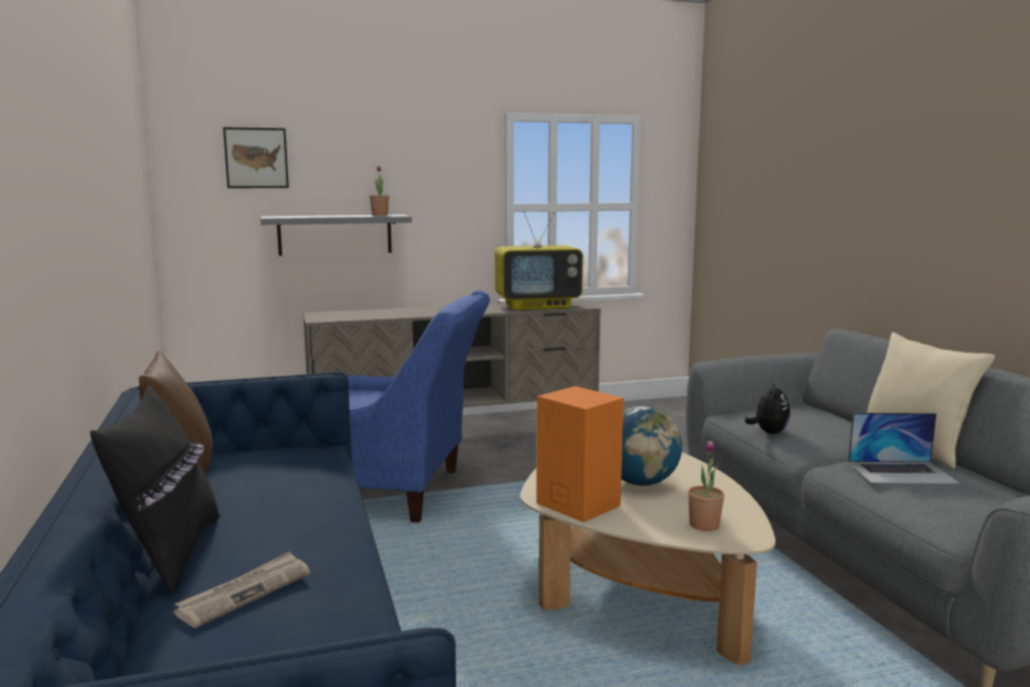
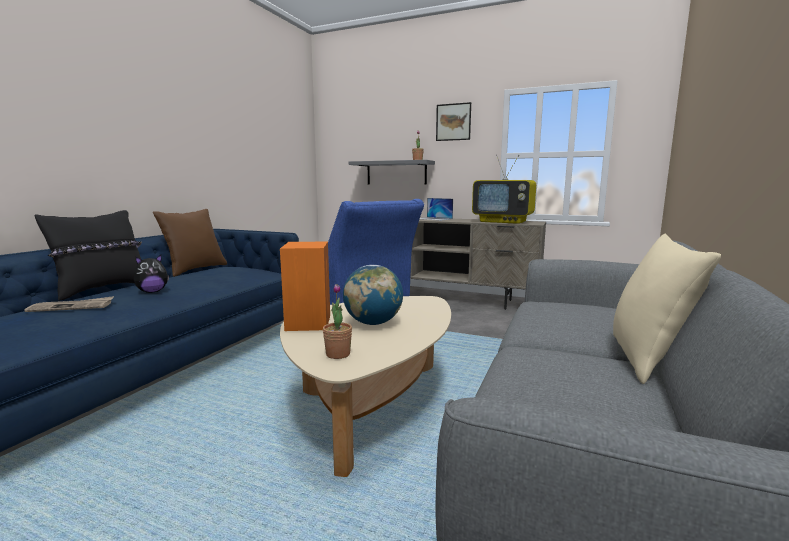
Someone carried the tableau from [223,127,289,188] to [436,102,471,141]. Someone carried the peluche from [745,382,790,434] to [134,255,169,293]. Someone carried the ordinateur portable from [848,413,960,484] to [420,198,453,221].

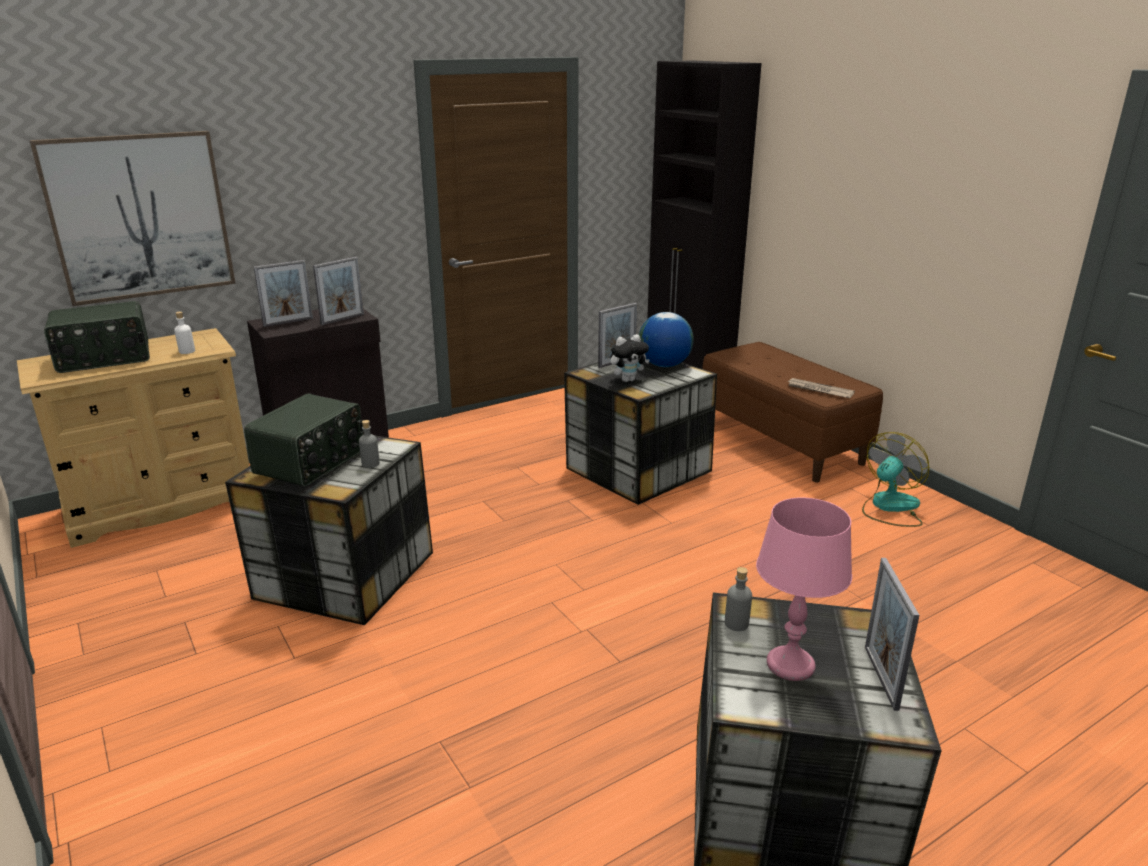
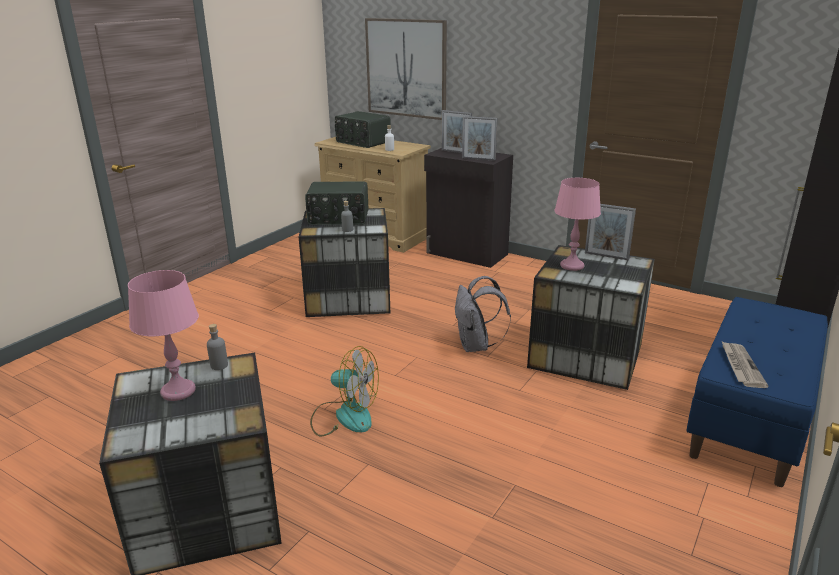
Someone swapped the peluche at [610,334,650,382] for the lampe de table (rose) at [554,178,601,271]. Someone took away the globe at [639,312,694,367]. Someone repainted the banc (marron) at [702,342,883,482], which became the banc (bleu) at [686,297,828,487]. Someone carried the ventilateur from [862,432,929,527] to [310,346,379,436]. Someone took away the cadre photo at [865,558,919,711]. Someone put down the sac à dos (gris) at [455,276,511,352].

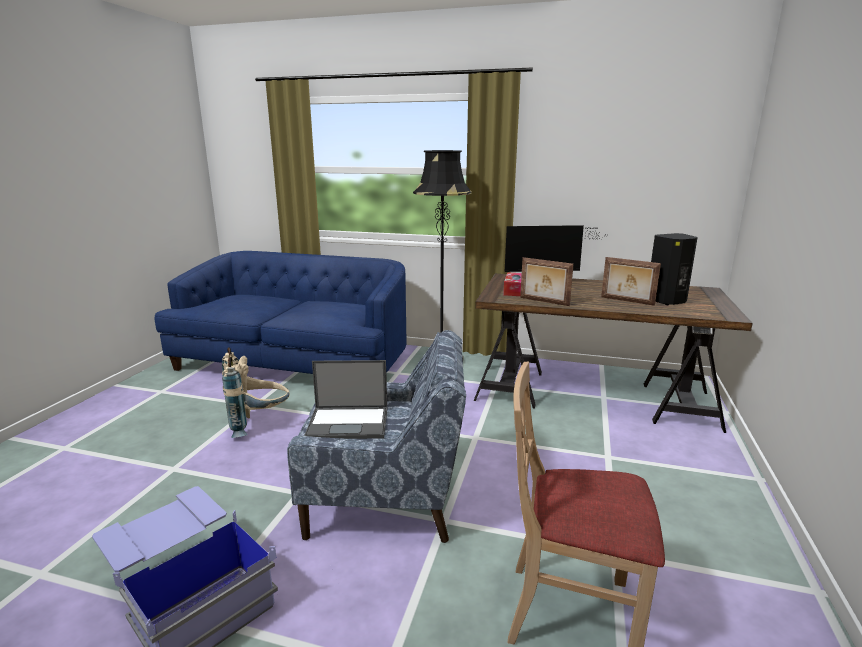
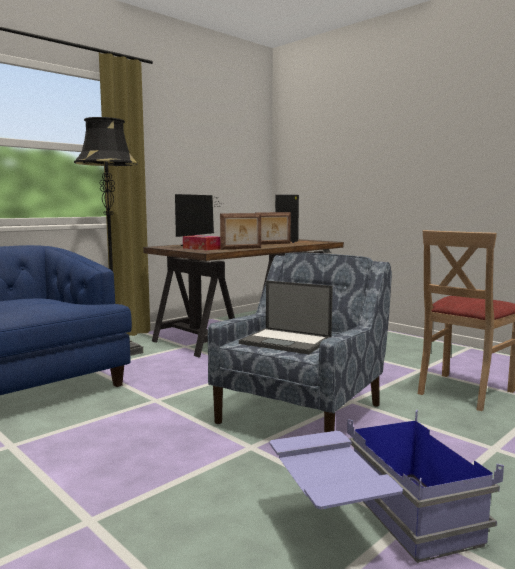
Someone took away the sac à dos (beige) at [222,347,290,438]. Someone rotated the ordinateur portable at [304,360,387,439] by 90 degrees clockwise.

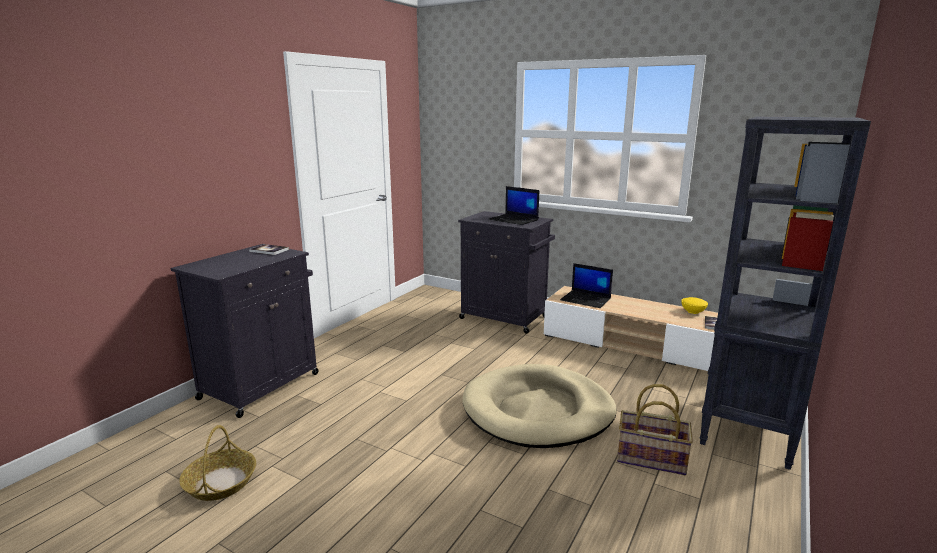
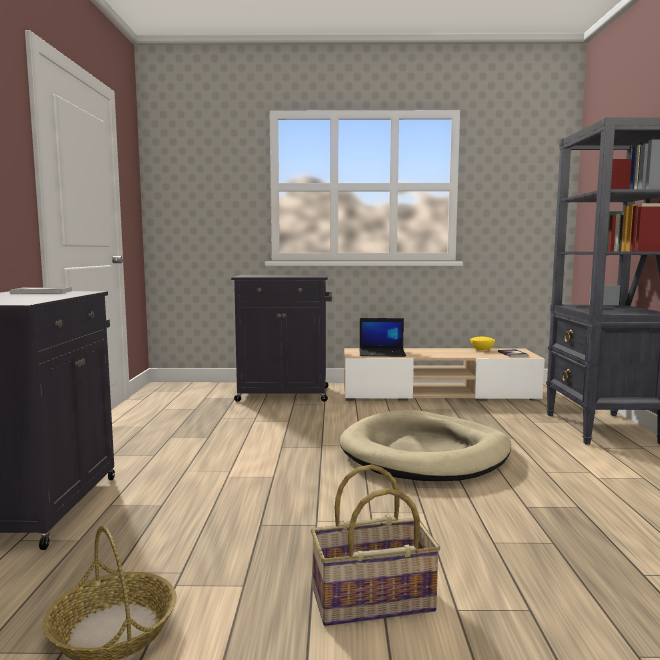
Someone took away the ordinateur portable at [489,186,539,225]. Someone carried the panier from [617,384,693,475] to [311,464,440,626].

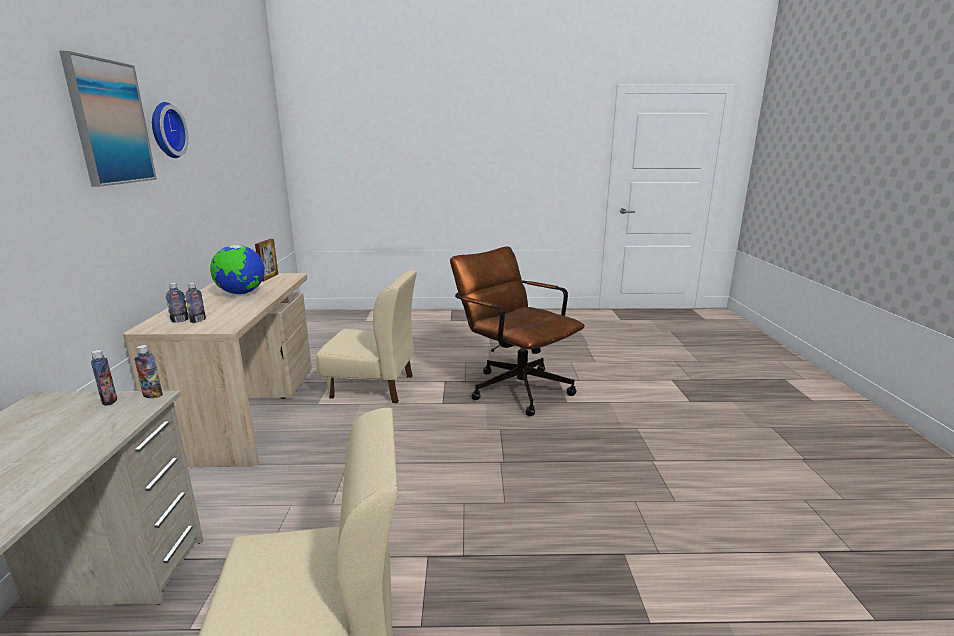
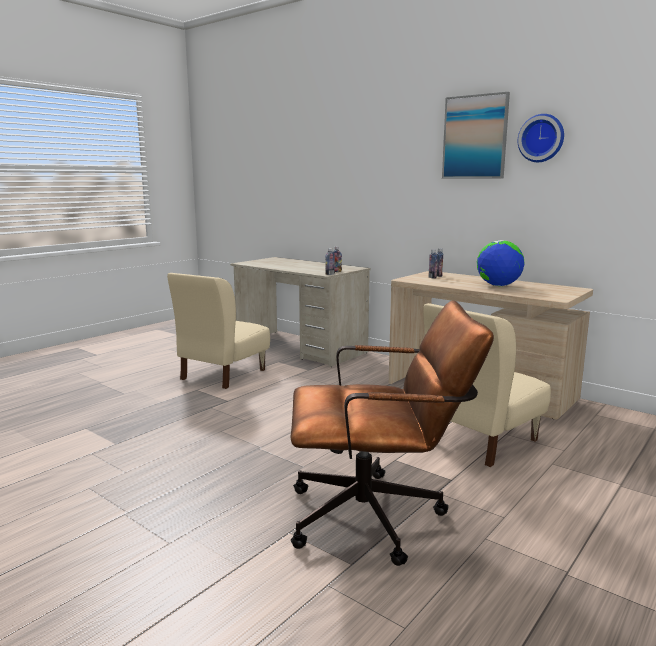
Someone took away the cadre photo at [255,239,278,282].

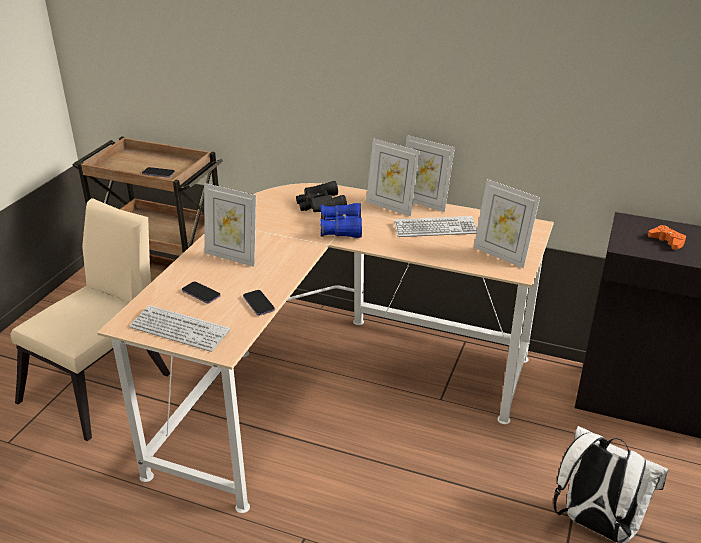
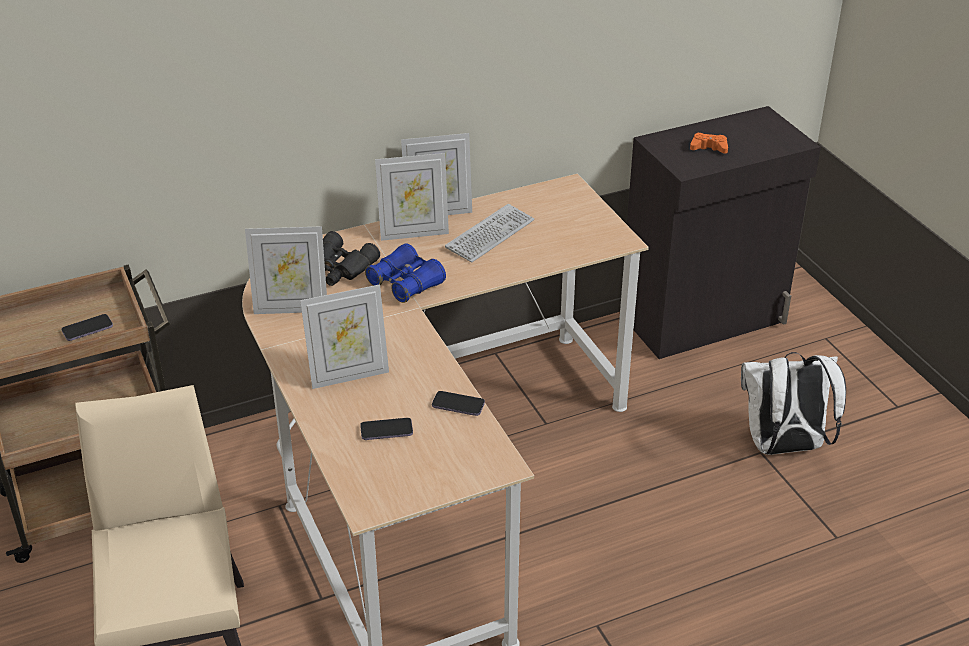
Someone took away the clavier at [129,305,230,352]. Someone carried the cadre photo from [474,179,540,268] to [245,226,327,314].

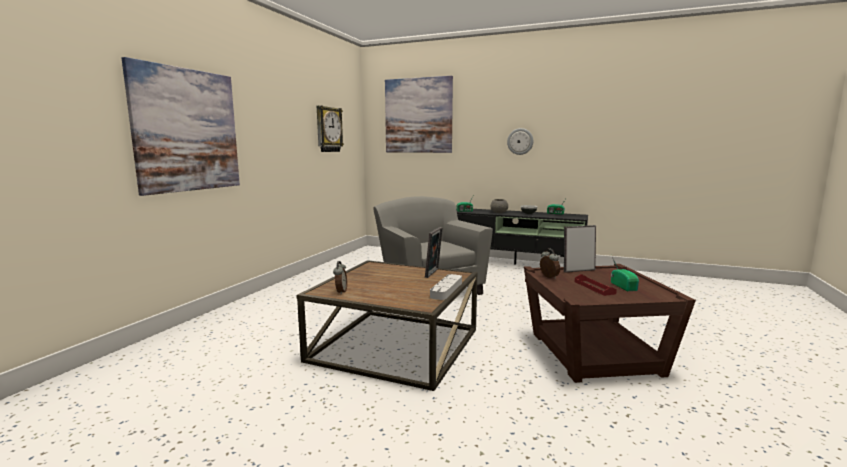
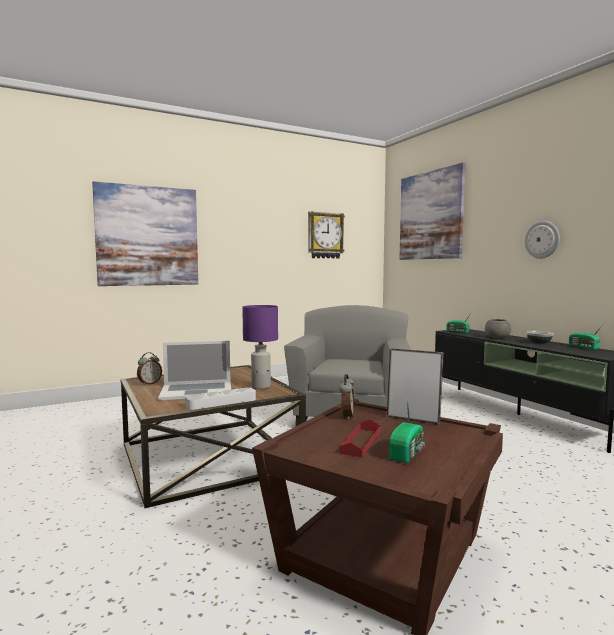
Someone swapped the cadre photo at [425,227,443,278] for the lampe de table (violet) at [242,305,278,389]. Someone put down the ordinateur portable at [158,341,231,400].

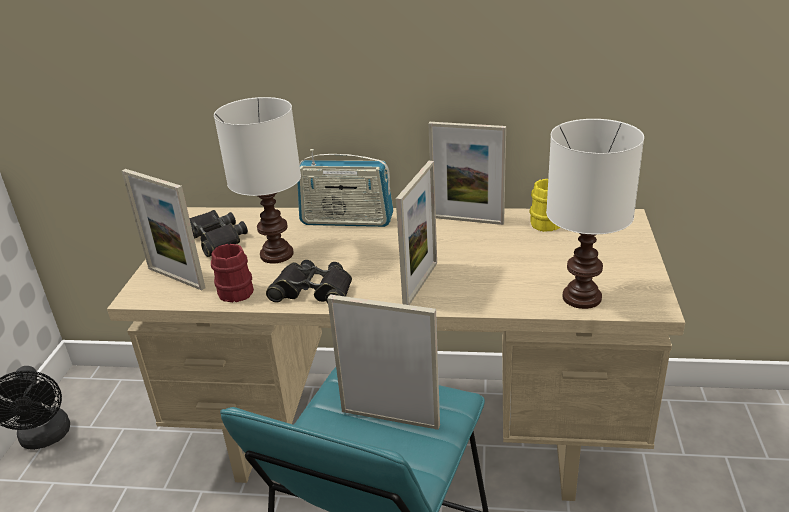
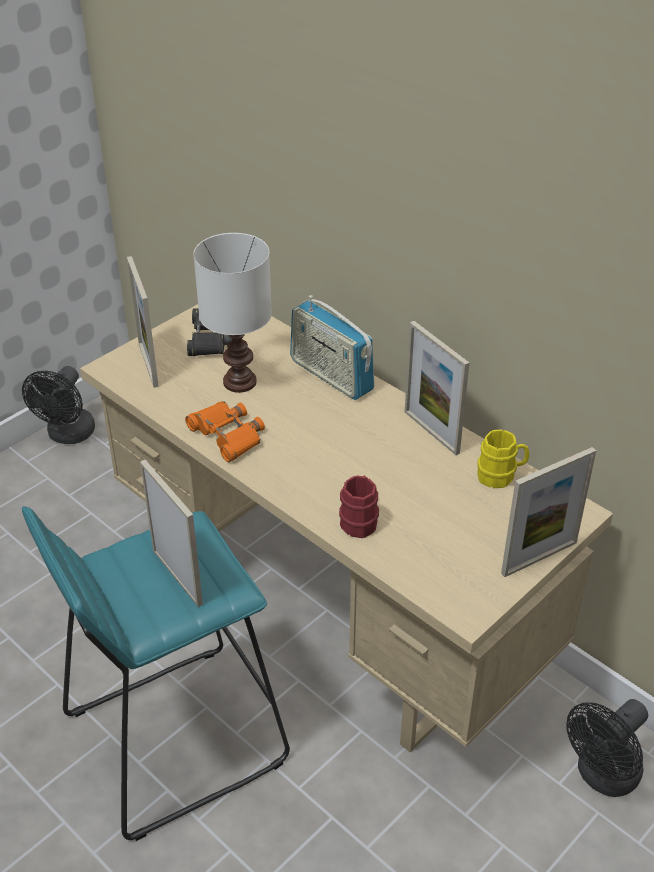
Someone carried the mug (rouge) from [211,244,254,302] to [339,475,379,538]. Someone repainted the jumelles (noir) at [266,260,352,304], which became the jumelles (orange) at [185,401,265,462]. Someone carried the cadre photo from [396,161,437,305] to [501,447,596,577]. Someone took away the lampe de table (blanc) at [546,119,644,309]. Someone put down the ventilateur (noir) at [566,699,648,797].

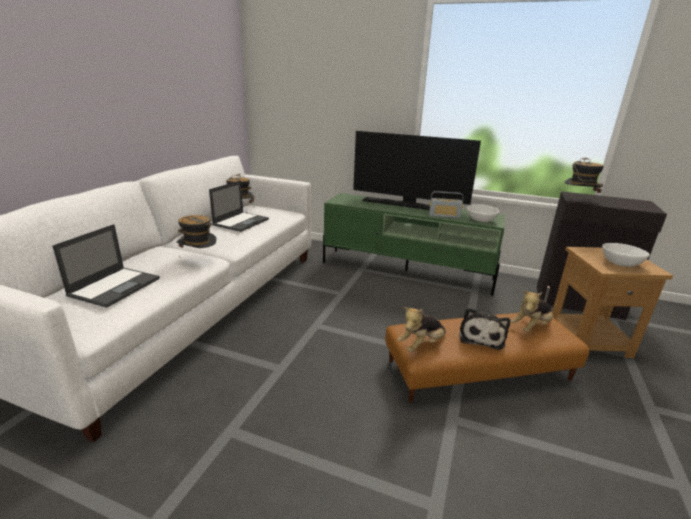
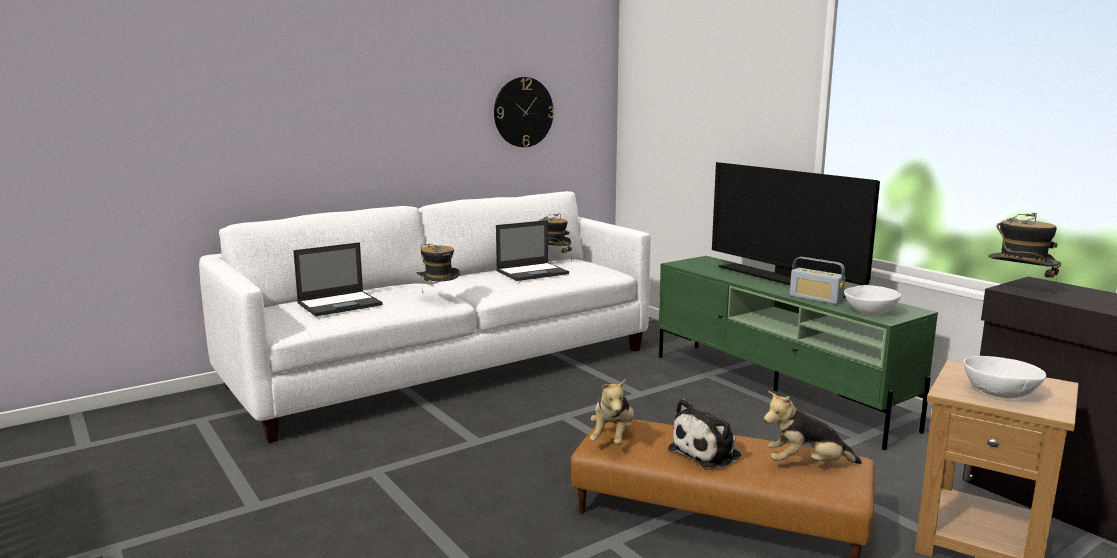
Someone rotated the peluche at [397,307,446,352] by 75 degrees counterclockwise. Someone put up the horloge murale at [494,77,554,147].

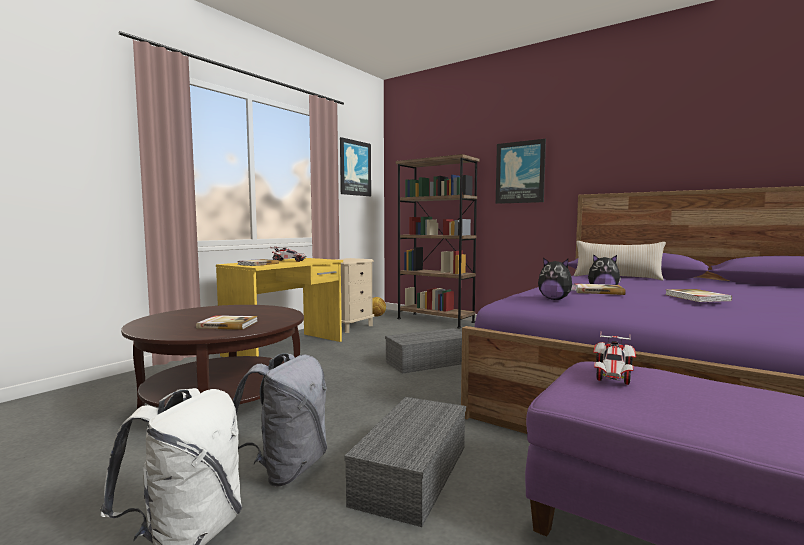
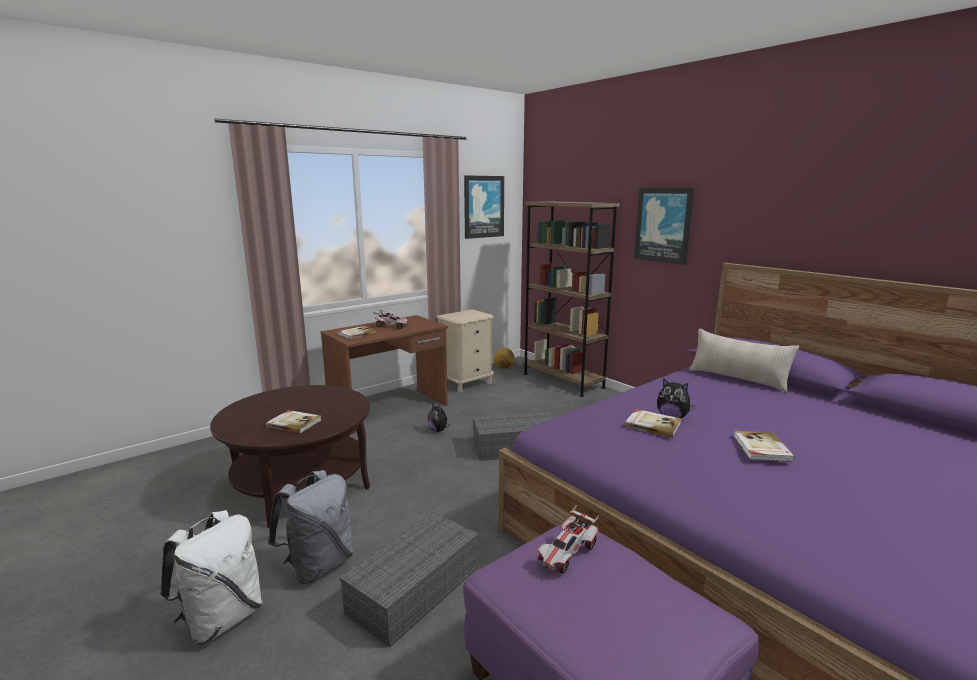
Someone repainted the bureau (jaune) at [216,258,343,357], which became the bureau (marron) at [320,315,448,434]. Someone carried the peluche from [538,258,578,300] to [428,403,450,432].

